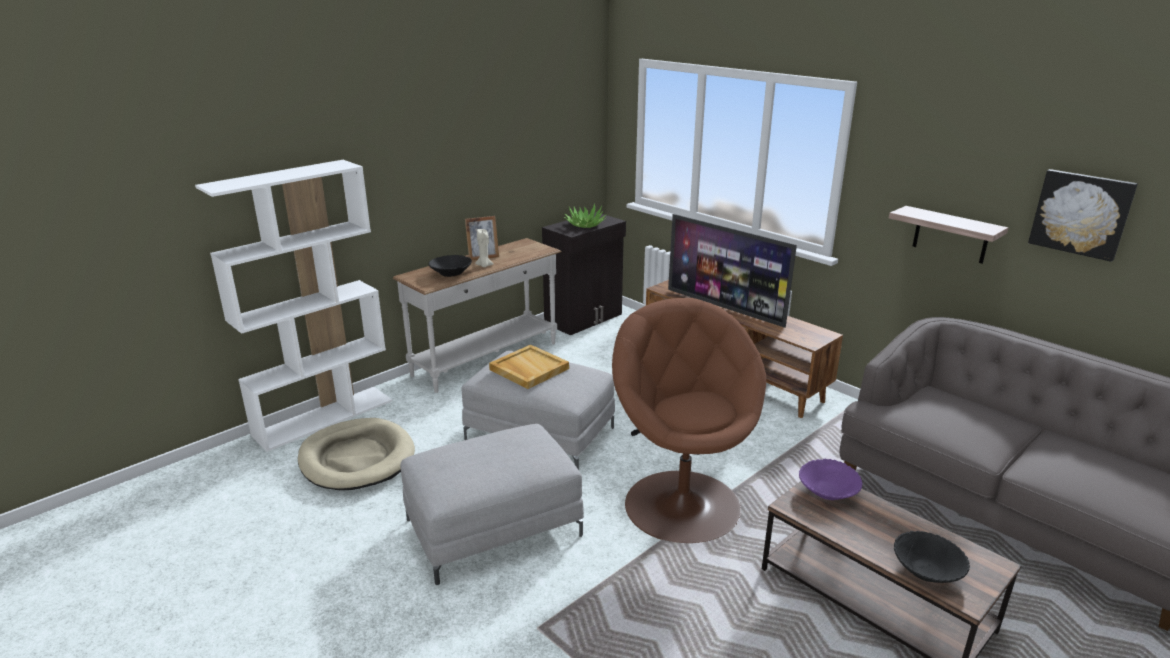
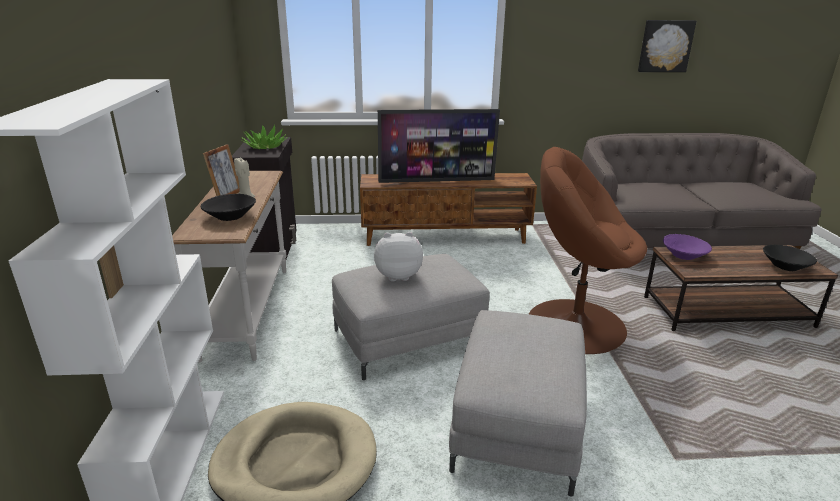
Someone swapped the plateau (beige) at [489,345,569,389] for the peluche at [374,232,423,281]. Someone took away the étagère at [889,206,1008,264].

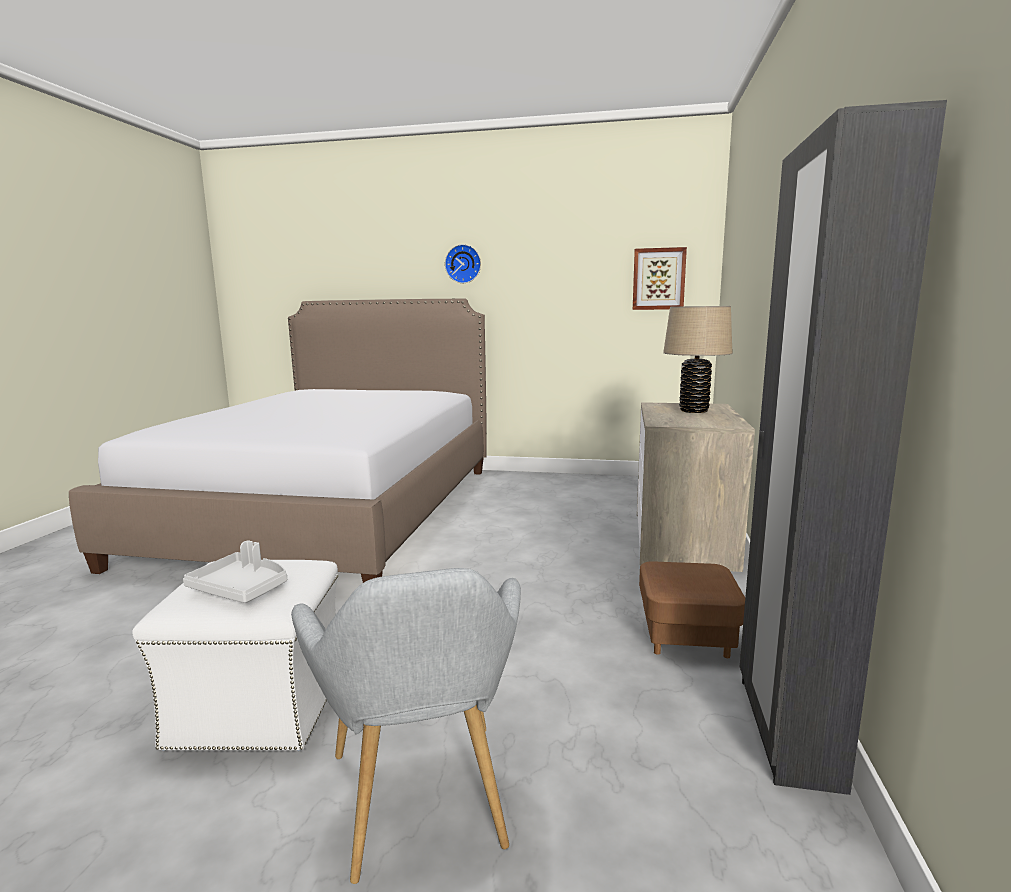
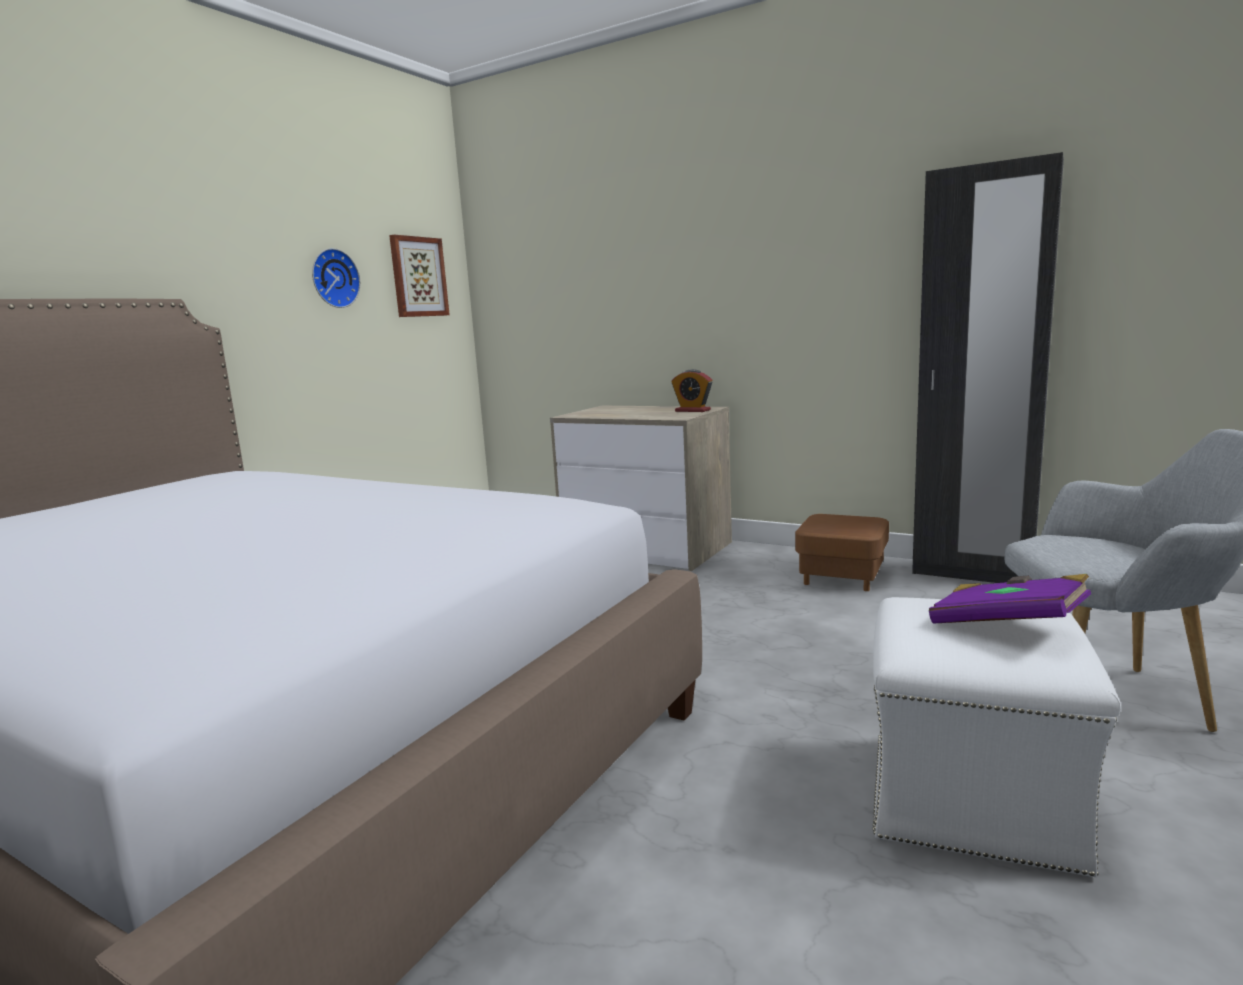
Someone swapped the plateau (gris) at [183,541,287,603] for the livre (violet) at [929,574,1091,624]. Someone carried the horloge murale from [445,244,481,283] to [312,248,360,308]. Someone took away the lampe de table (beige) at [663,306,732,413]. Someone put down the réveil at [672,369,712,412].

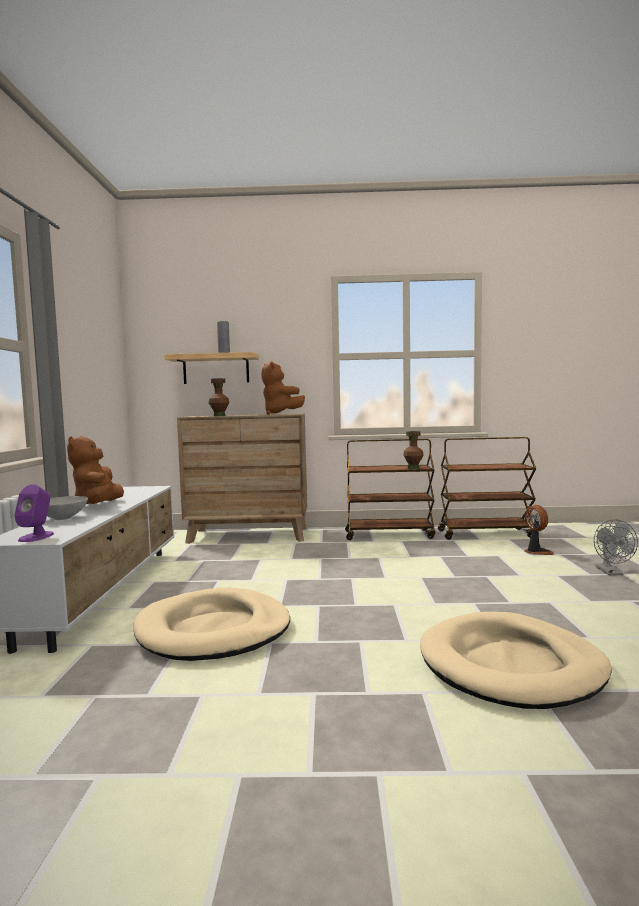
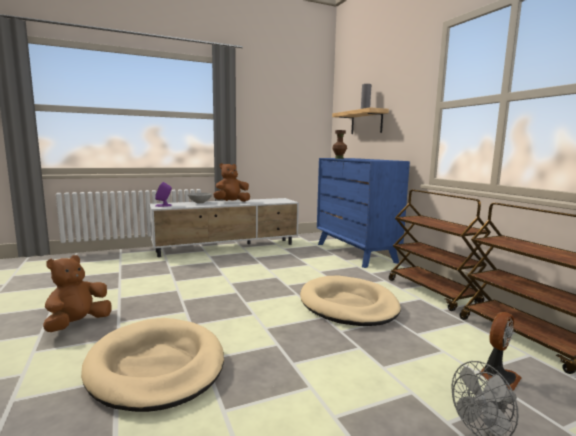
Someone carried the panier pour chien (beige) from [133,588,290,661] to [300,276,401,326]. Someone repainted the commode (marron) at [177,414,307,544], which became the commode (bleu) at [317,158,410,268]. Someone carried the peluche (marron) from [261,361,305,415] to [43,255,112,332]. Someone took away the vase (marron) at [403,431,424,469].

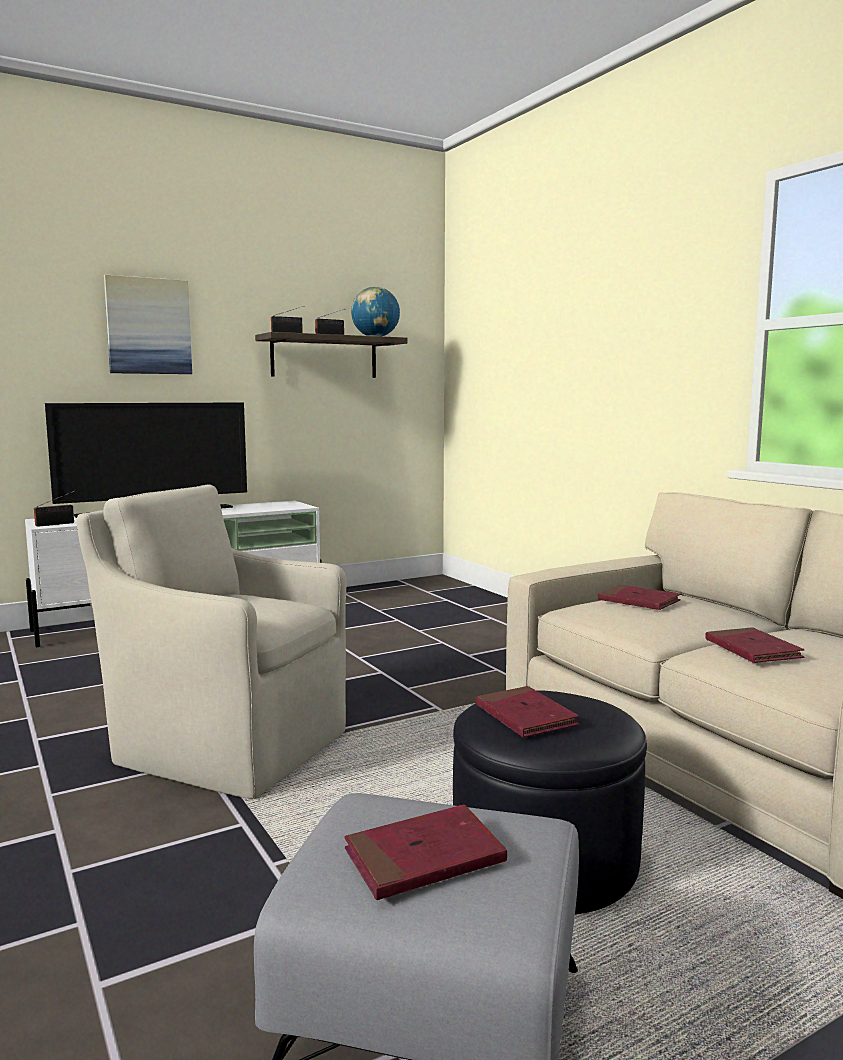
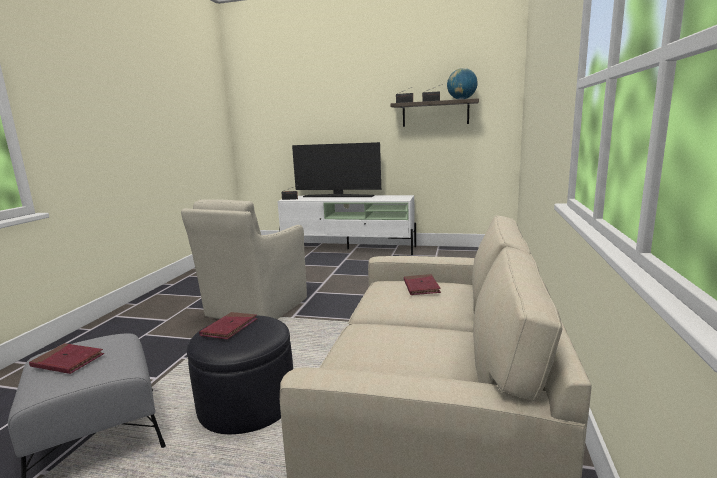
Someone rotated the fauteuil (beige) at [77,484,347,799] by 135 degrees counterclockwise. Someone took away the tableau at [104,275,192,374]. Someone took away the livre (rouge) at [706,627,805,663].

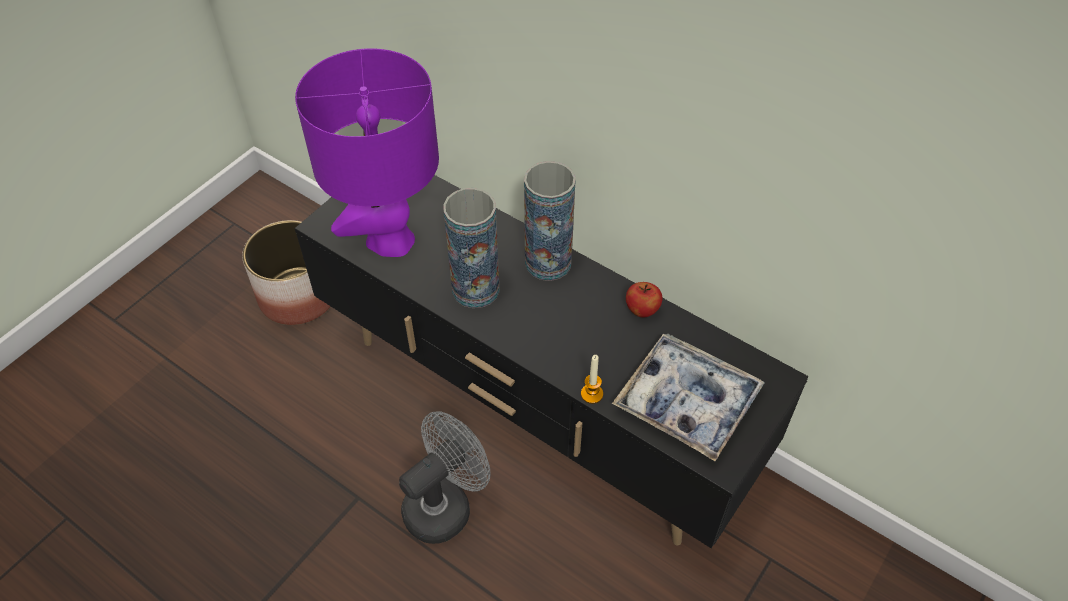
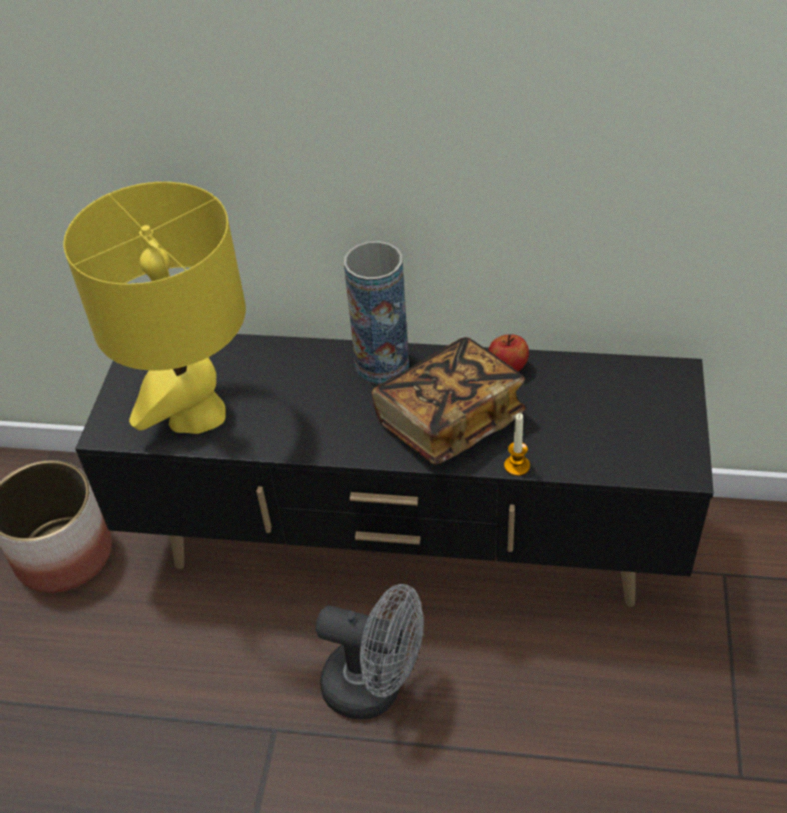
Someone repainted the lampe de table (violet) at [295,48,439,257], which became the lampe de table (jaune) at [63,182,246,434]. Someone rotated the ventilateur (gris) at [399,411,490,544] by 90 degrees clockwise. Someone took away the vase at [443,188,500,308]. Someone took away the plateau at [612,334,765,462]. Someone put down the livre at [372,337,525,465].

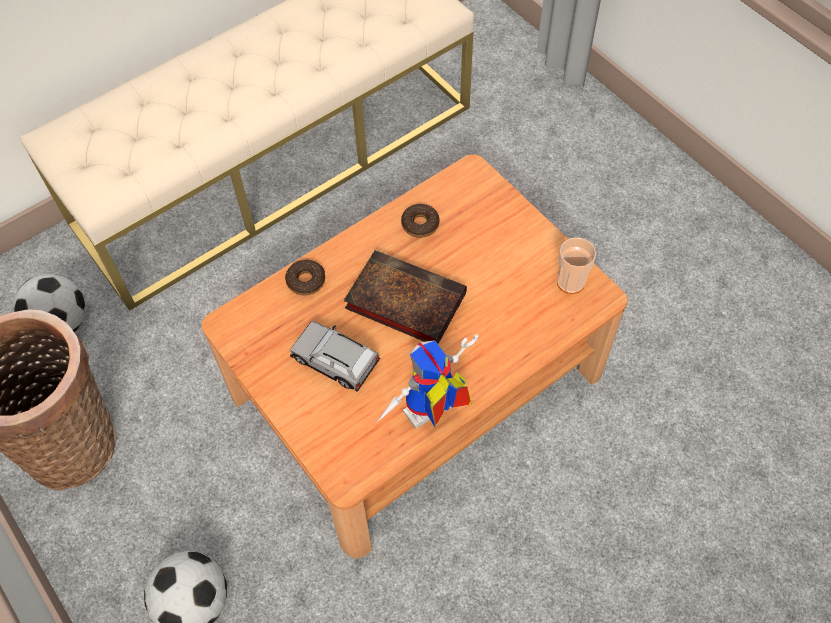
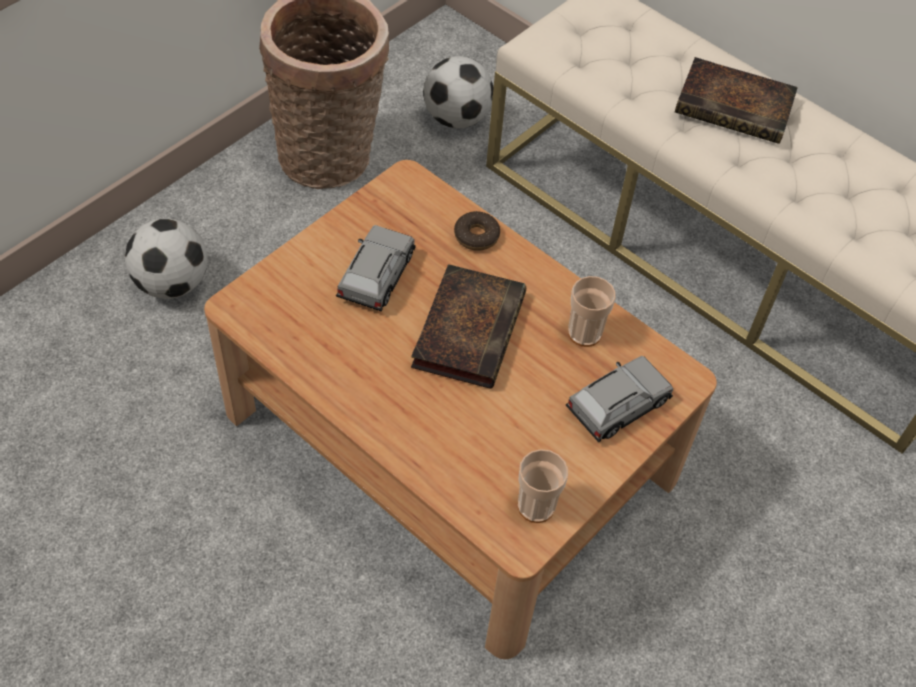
Someone took away the robot jouet at [376,334,478,429]. Someone swapped the beignet at [401,204,440,238] for the tasse at [568,276,616,347]. Someone put down the petite voiture (gris) at [565,356,673,442]. Someone put down the livre at [675,57,798,144].

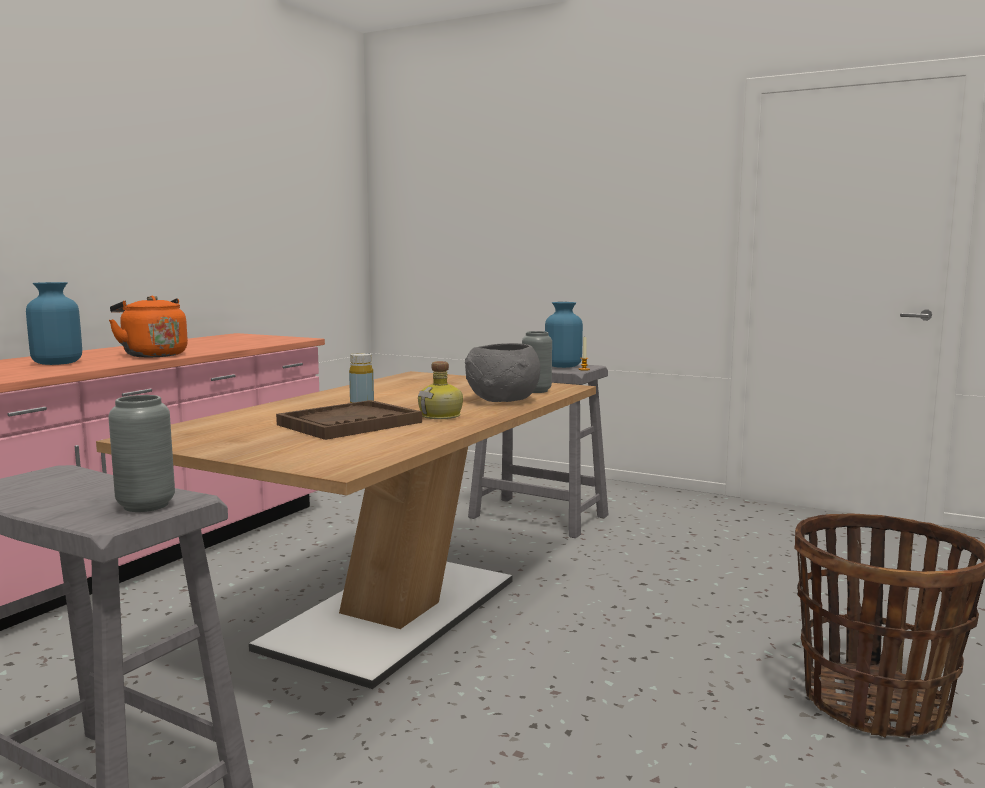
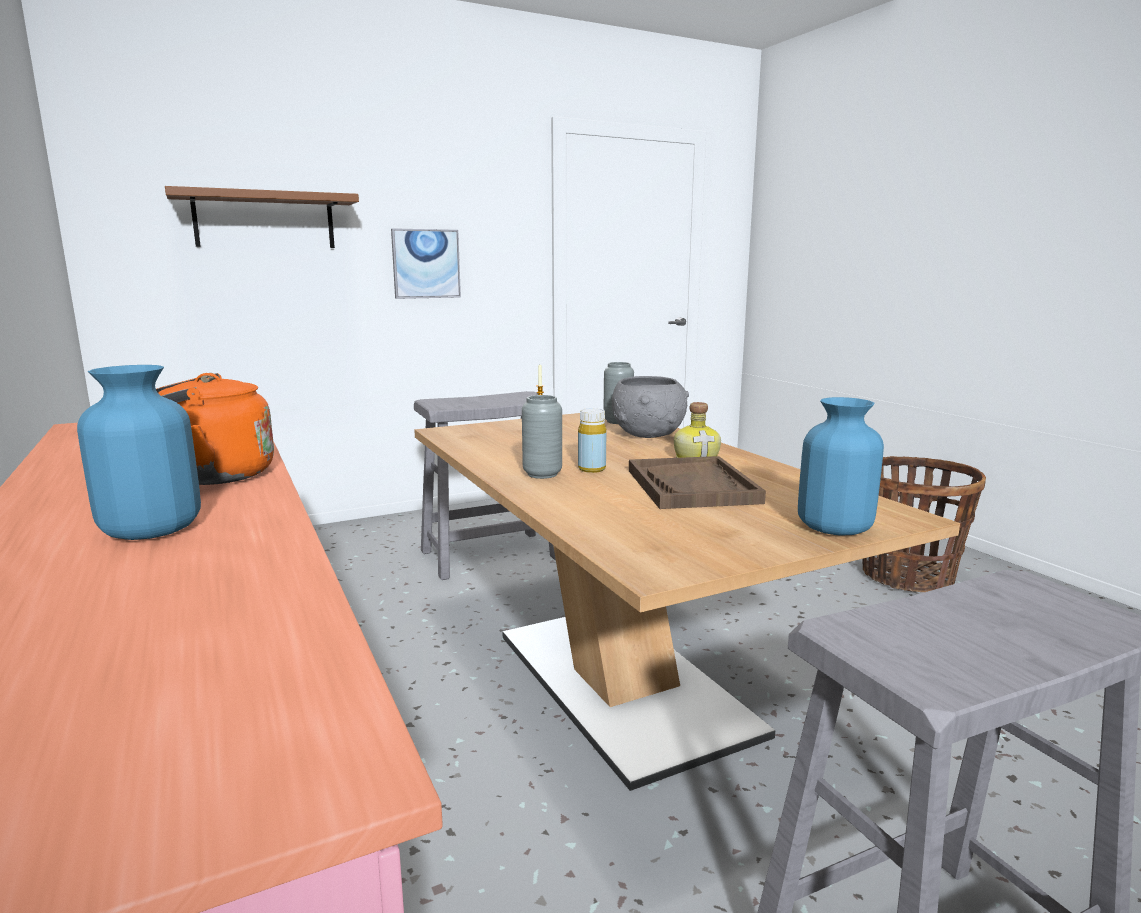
Someone carried the vase (gris) from [108,395,175,512] to [522,395,562,479]. Someone carried the vase (bleu) from [545,302,583,368] to [798,397,884,535]. Someone put up the étagère (marron) at [165,186,359,248]. Someone put up the tableau at [391,228,461,299].

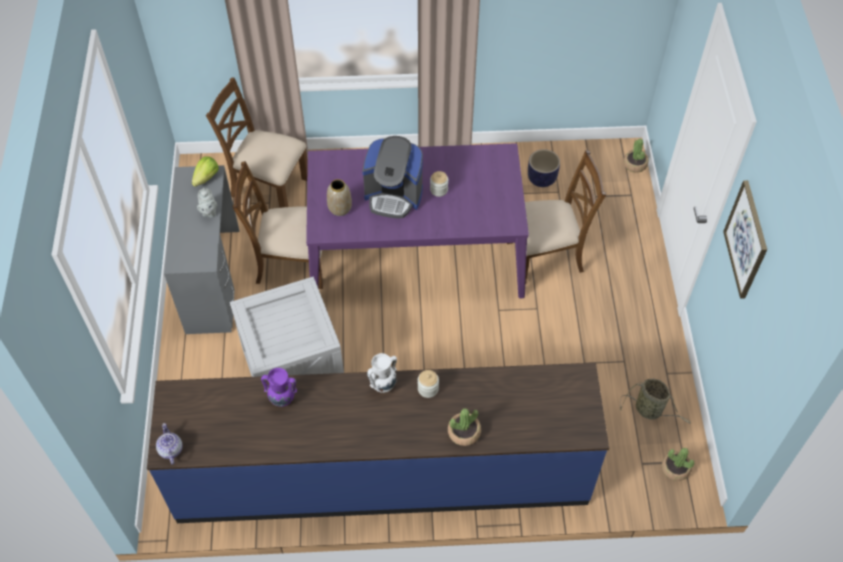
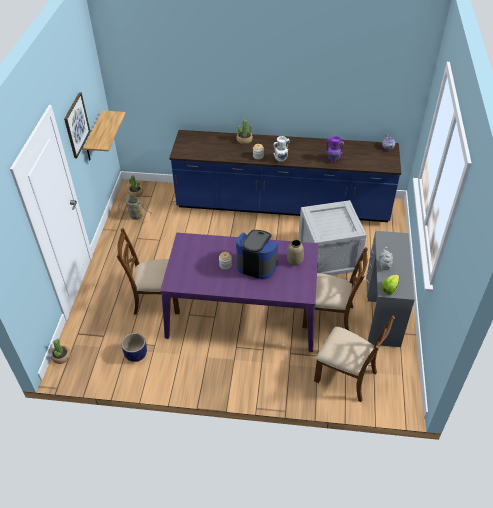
Someone put up the étagère at [83,111,126,160].

